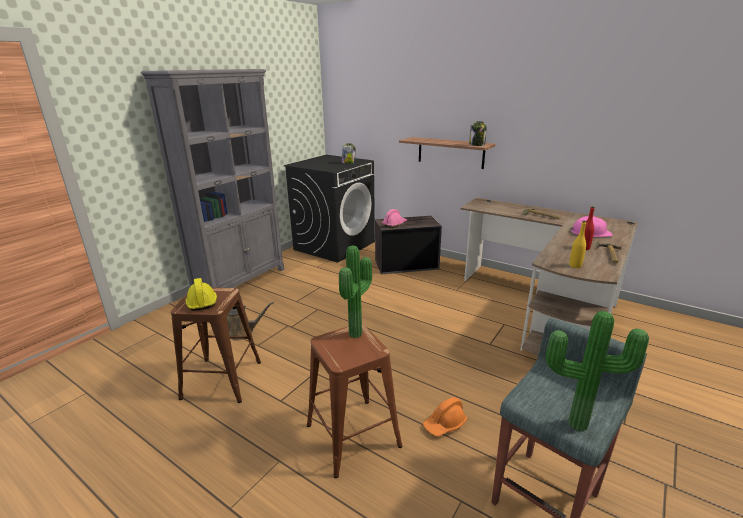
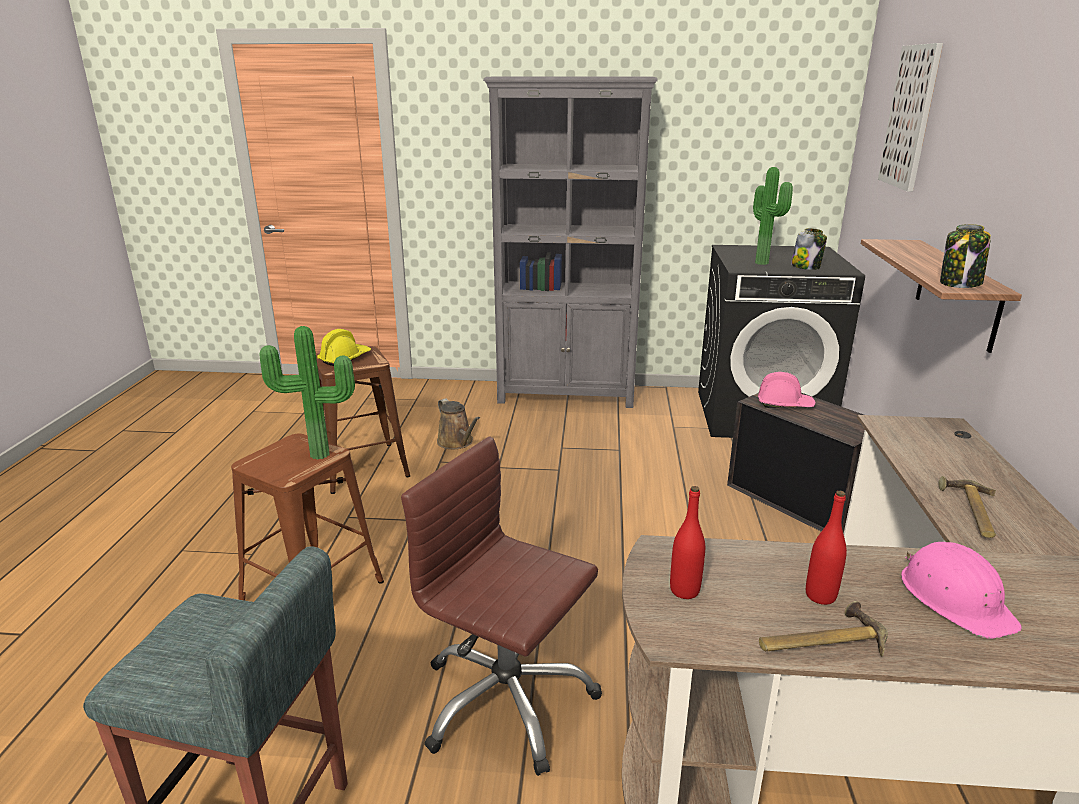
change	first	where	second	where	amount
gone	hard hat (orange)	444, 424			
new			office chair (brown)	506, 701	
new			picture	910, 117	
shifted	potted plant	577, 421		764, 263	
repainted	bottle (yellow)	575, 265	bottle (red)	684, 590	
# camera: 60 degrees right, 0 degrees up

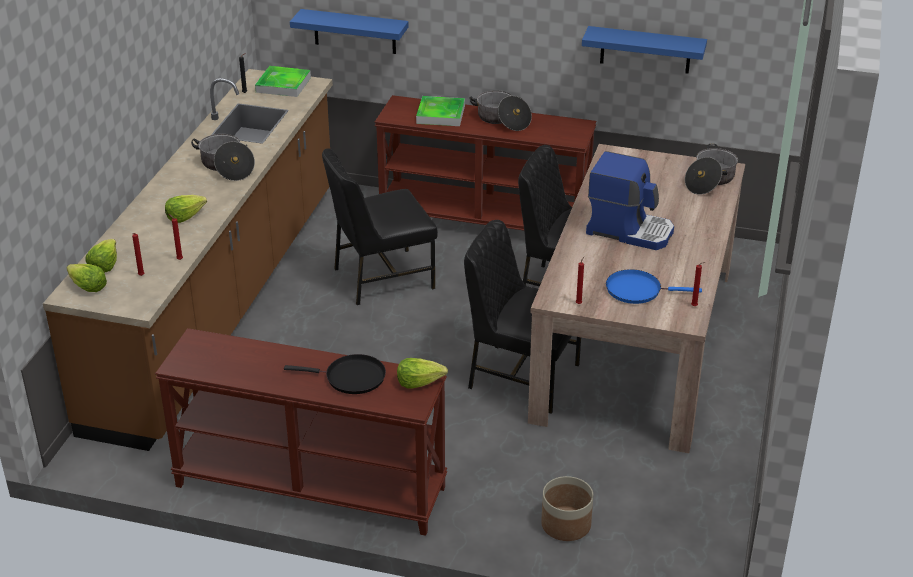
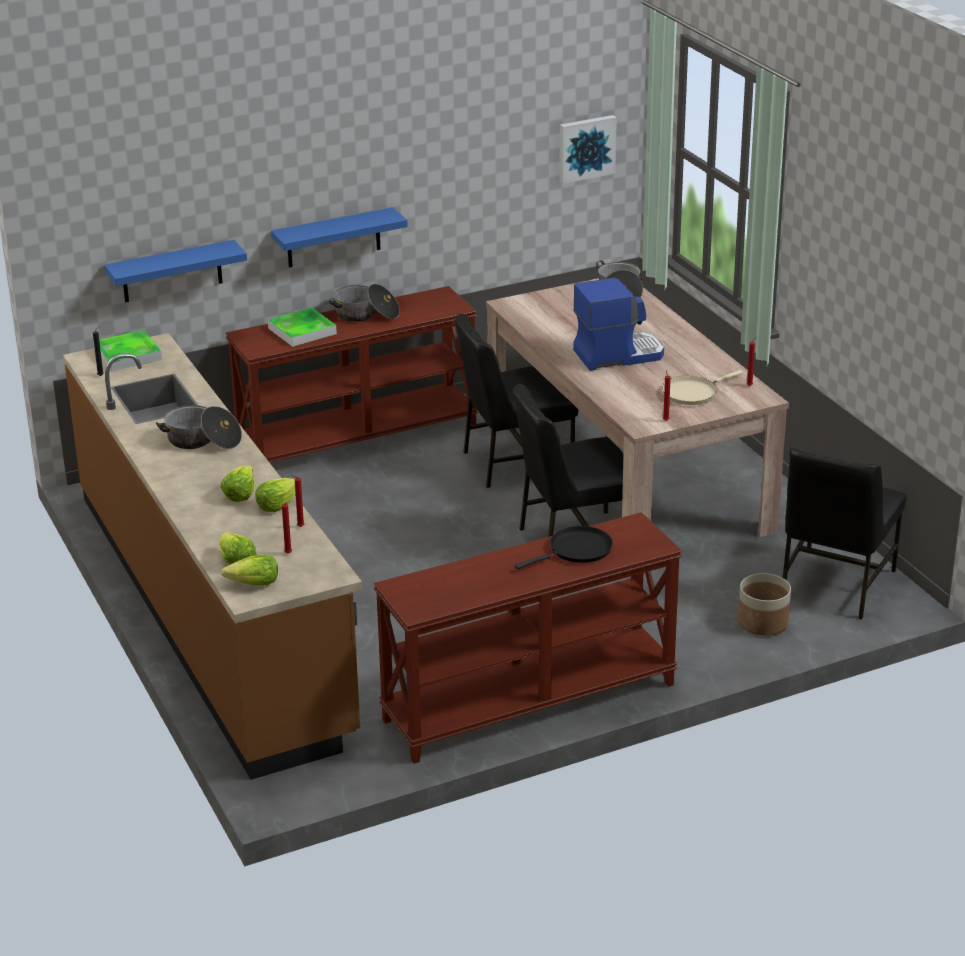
change	first	where	second	where	amount
new			picture	586, 148	
shifted	chair (black)	381, 278		835, 585	
shifted	lettuce	419, 382		277, 505	
shifted	shelf (blue)	645, 50		333, 238	
repainted	frying pan (blue)	637, 290	frying pan (beige)	692, 393	
# camera: 40 degrees left, 5 degrees down

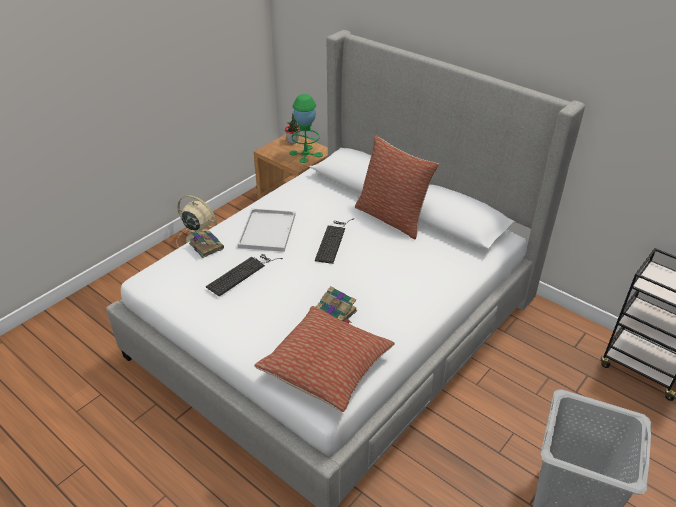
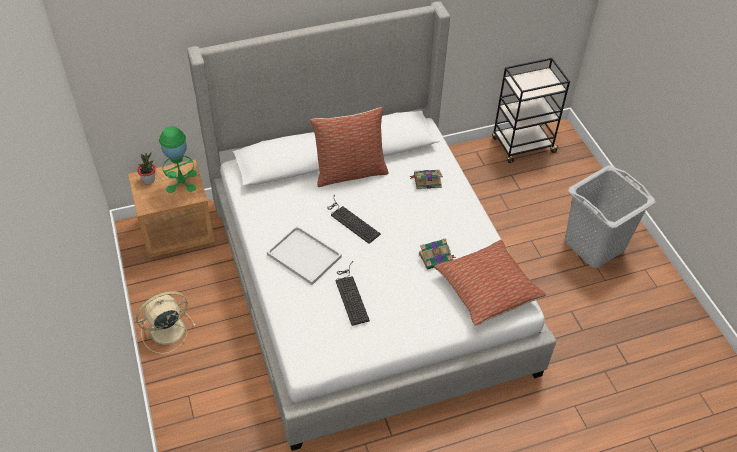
change	first	where	second	where	amount
shifted	book	206, 245		426, 181	
# camera: 60 degrees left, 10 degrees up

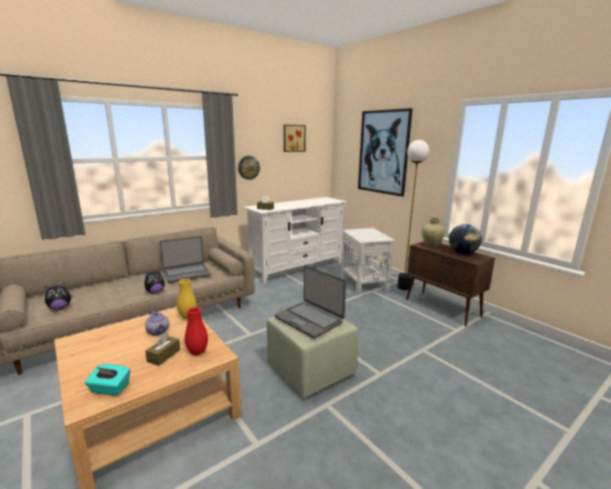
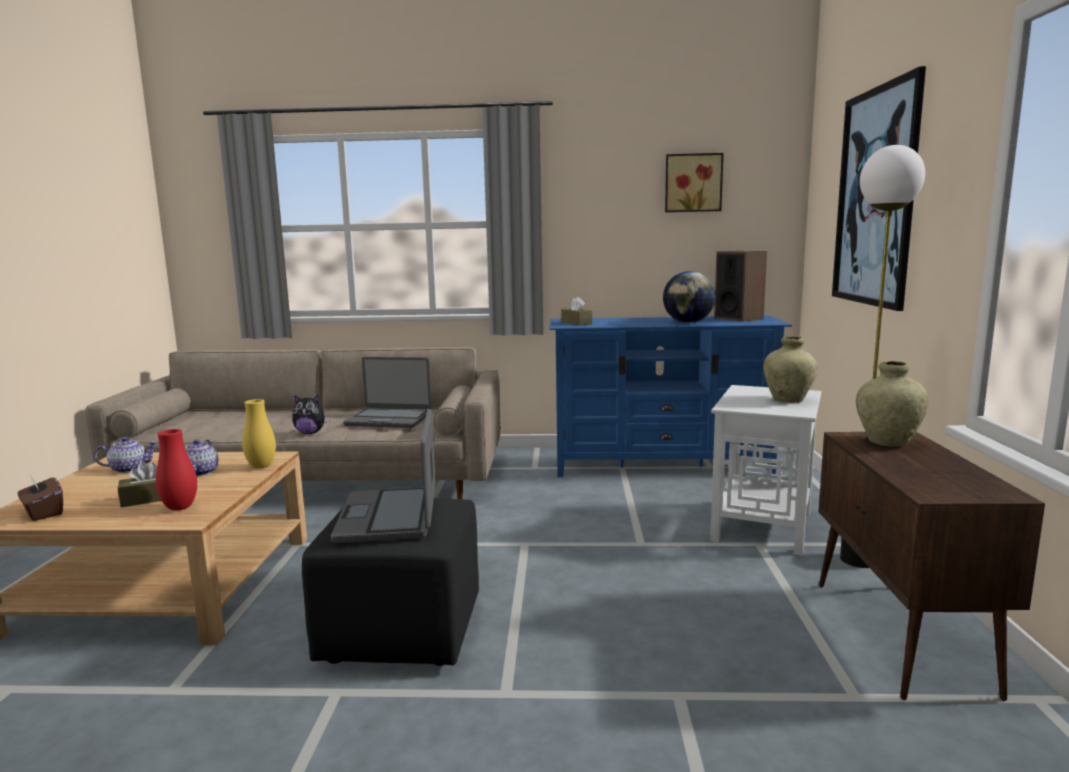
change	first	where	second	where	amount
gone	plush toy	60, 308			
gone	wall clock	248, 167			
new			teapot	128, 469	
new			speaker	738, 318	
new			vase (beige)	788, 400	
shifted	globe	462, 253		688, 322	
repainted	tissue box (turquoise)	110, 389	tissue box (brown)	43, 513	
repainted	tv stand (white)	297, 268	tv stand (blue)	662, 466	
repainted	ottoman (green)	311, 371	ottoman (black)	402, 632	
# camera: 40 degrees right, 5 degrees down

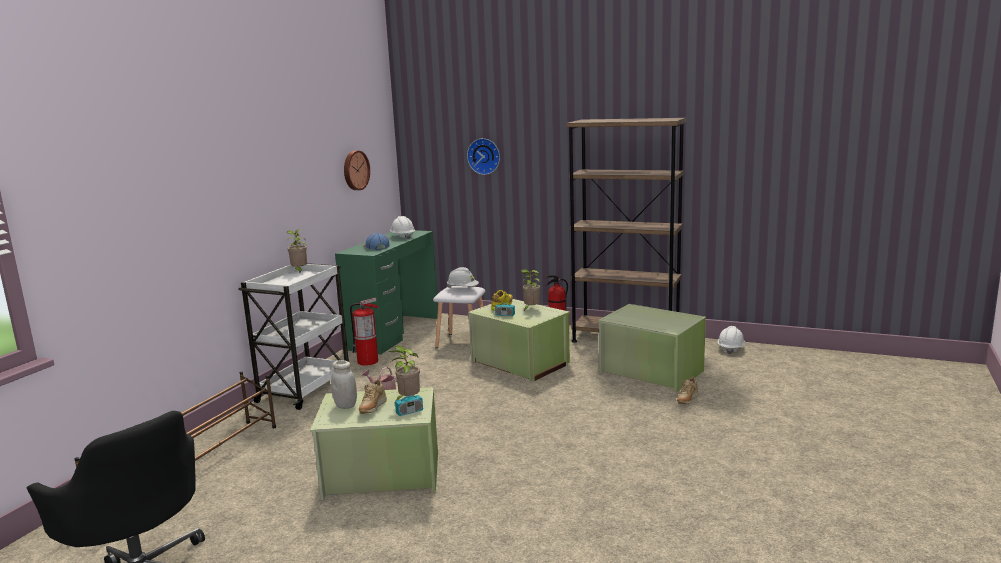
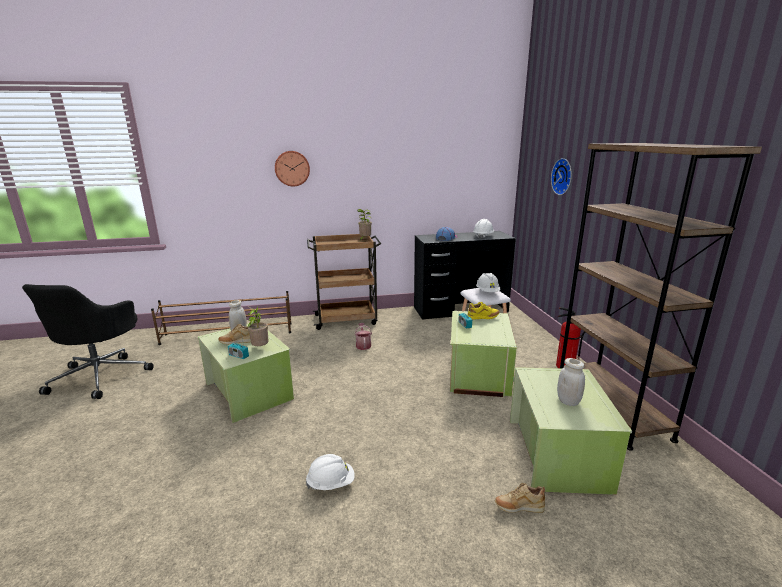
change	first	where	second	where	amount
gone	fire extinguisher	368, 361			
gone	potted plant	530, 309			
new			jar (white)	568, 401	
shifted	wall clock	355, 170		292, 168	
shifted	hard hat (white)	730, 349		331, 483	
repainted	cart (white)	305, 388	cart (brown)	347, 319	
repainted	desk (green)	393, 333	desk (black)	460, 309	
# camera: 55 degrees right, 5 degrees up

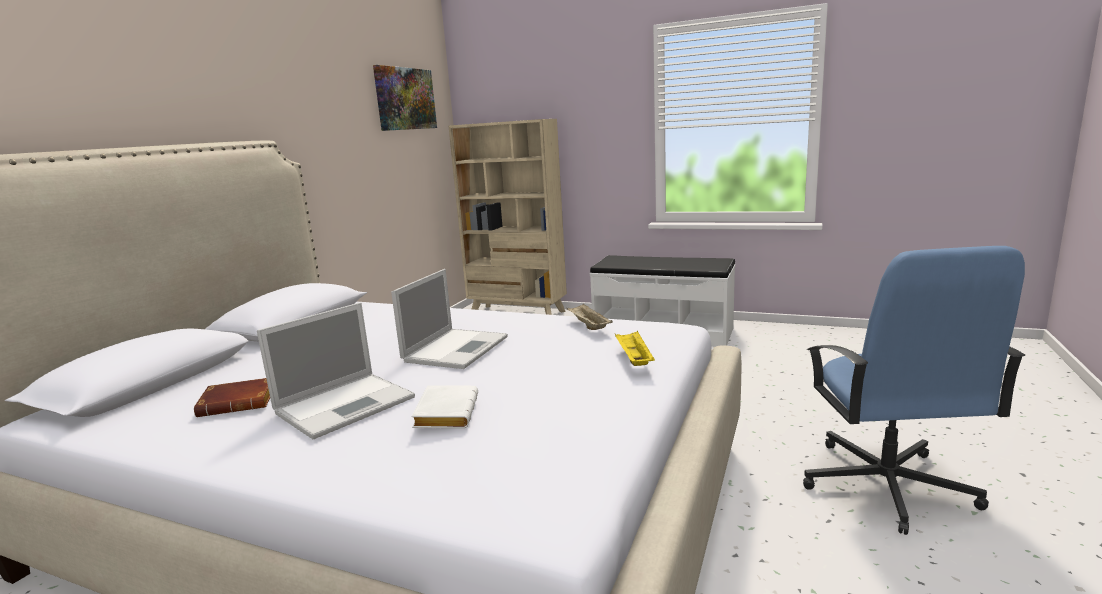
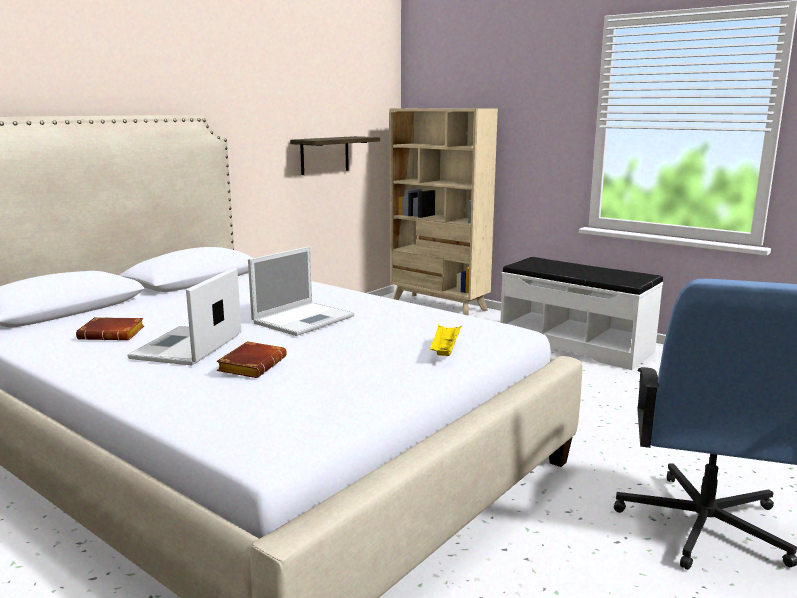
change	first	where	second	where	amount
gone	picture	405, 99			
gone	tray (beige)	588, 326			
new			shelf	324, 155	
repainted	book (white)	445, 413	book (brown)	251, 365	
rotated	laptop	347, 404		187, 347	135 degrees clockwise
# camera: 15 degrees right, 0 degrees up

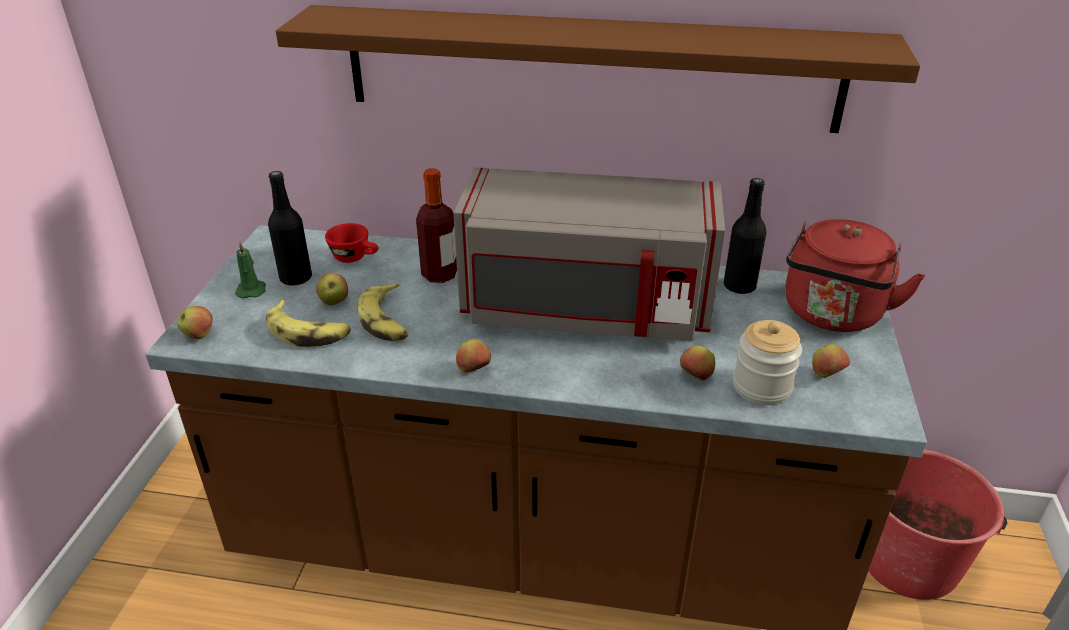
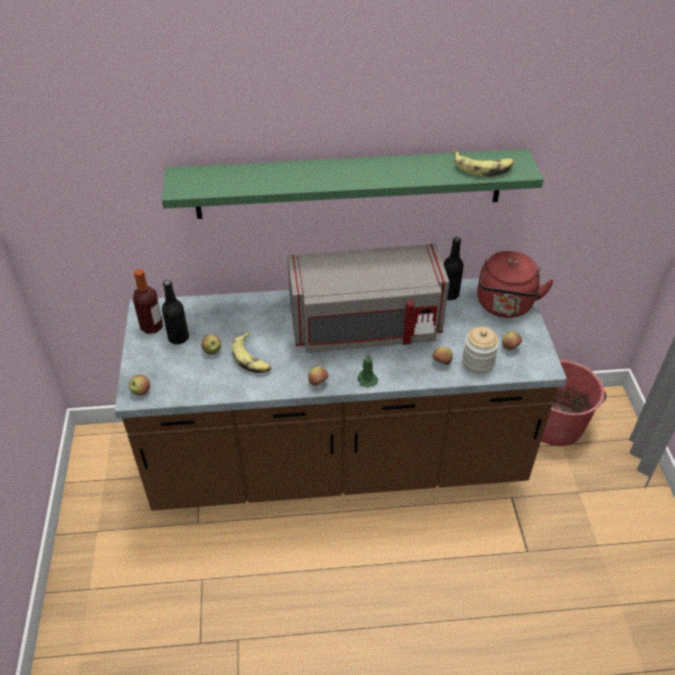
change	first	where	second	where	amount
gone	cup (red)	355, 257			
shifted	candle (green)	251, 290		366, 379	
shifted	banana	308, 332		483, 168	
shifted	bottle	439, 275		152, 327	
repainted	shelf (brown)	589, 68	shelf (green)	349, 184	
# camera: 15 degrees left, 10 degrees up

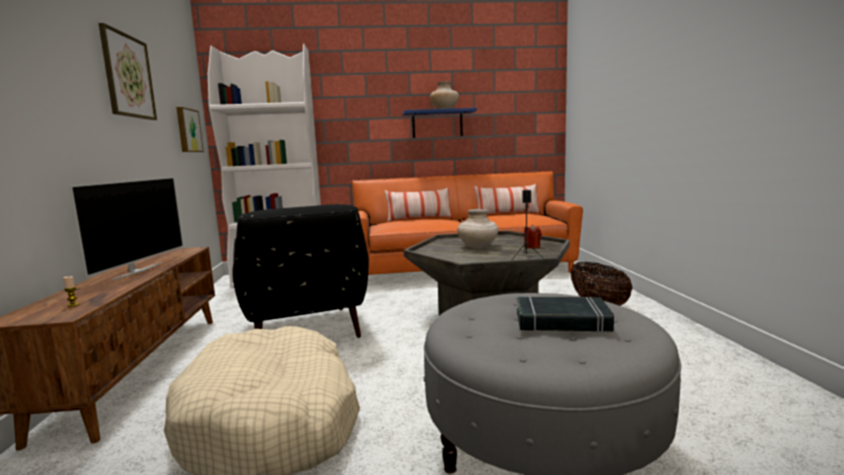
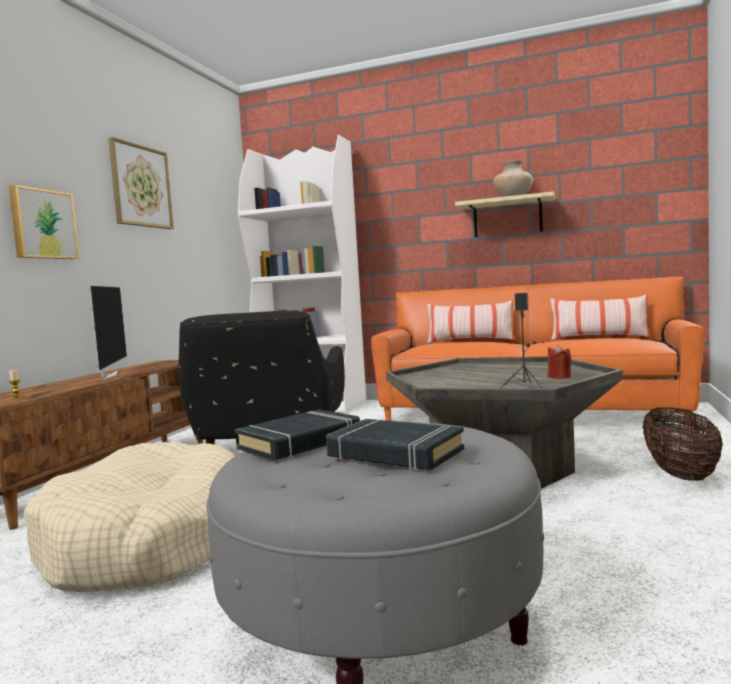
change	first	where	second	where	amount
gone	vase (beige)	478, 247			
new			book (black)	300, 443	
shifted	picture	188, 130		42, 224	
repainted	shelf (blue)	437, 124	shelf (beige)	507, 217	
rotated	television	137, 271		109, 376	45 degrees counterclockwise
# camera: 25 degrees right, 5 degrees down

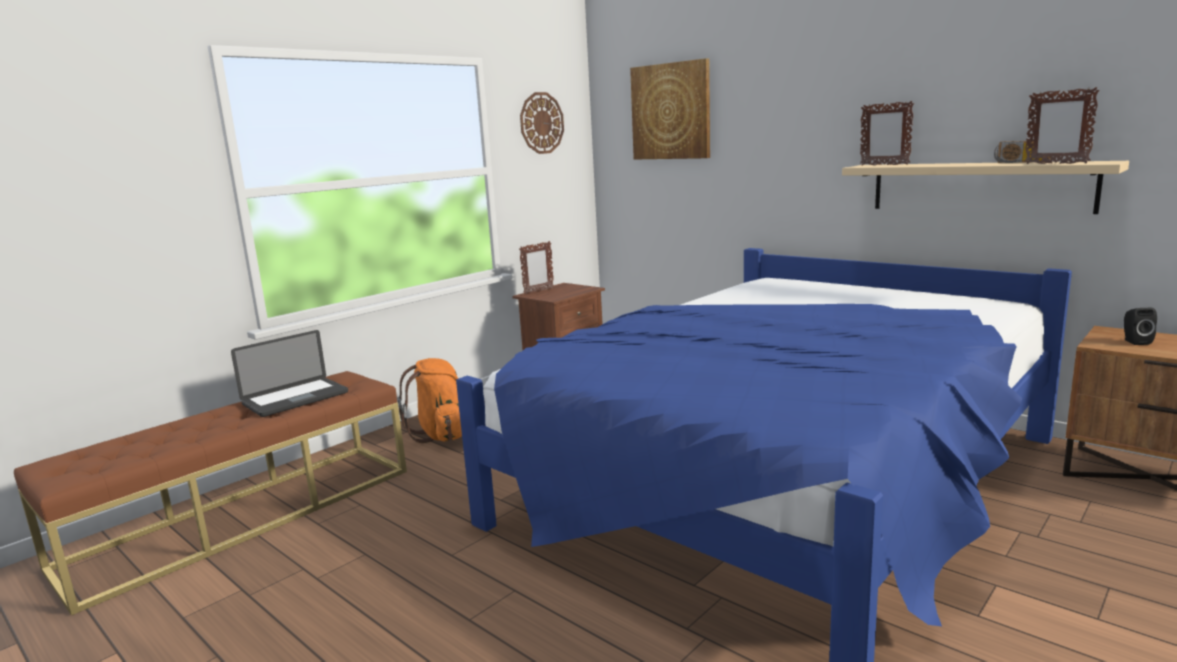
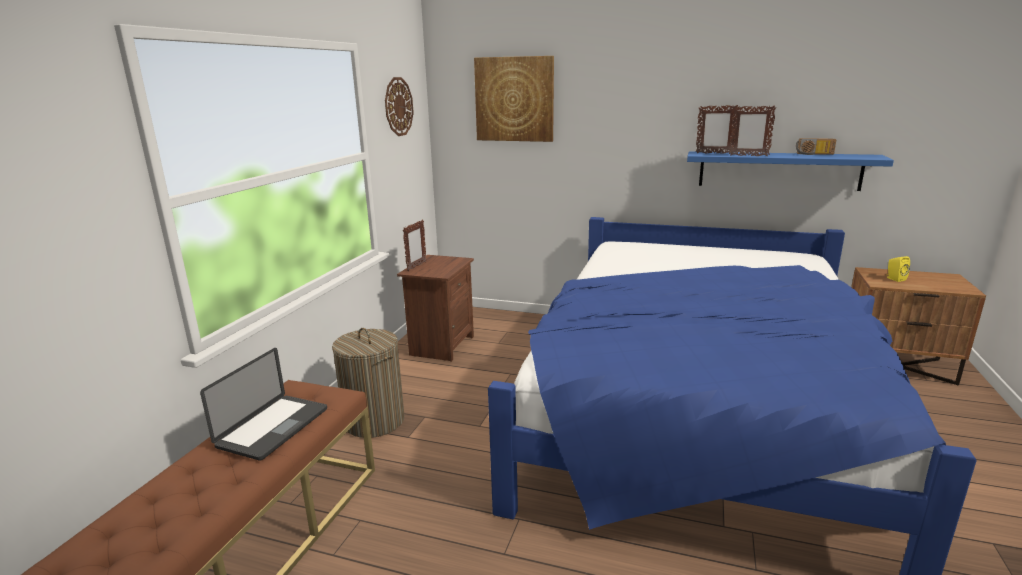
change	first	where	second	where	amount
shifted	picture frame	1055, 164		748, 156	
swapped	backpack (orange)	442, 435	laundry basket	374, 421	
repainted	shelf (beige)	978, 187	shelf (blue)	778, 170	
repainted	speaker (black)	1134, 341	speaker (yellow)	894, 279	
# camera: 25 degrees left, 5 degrees up

